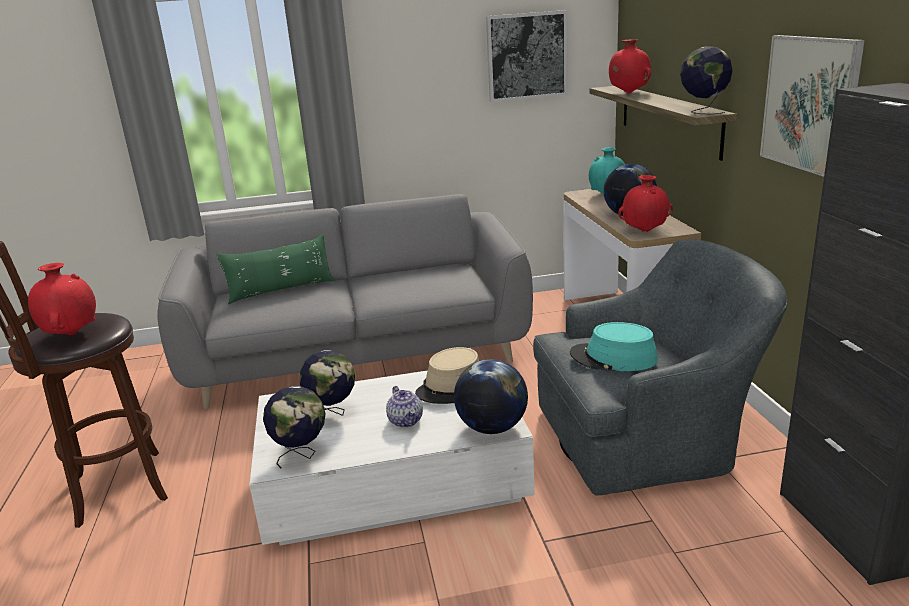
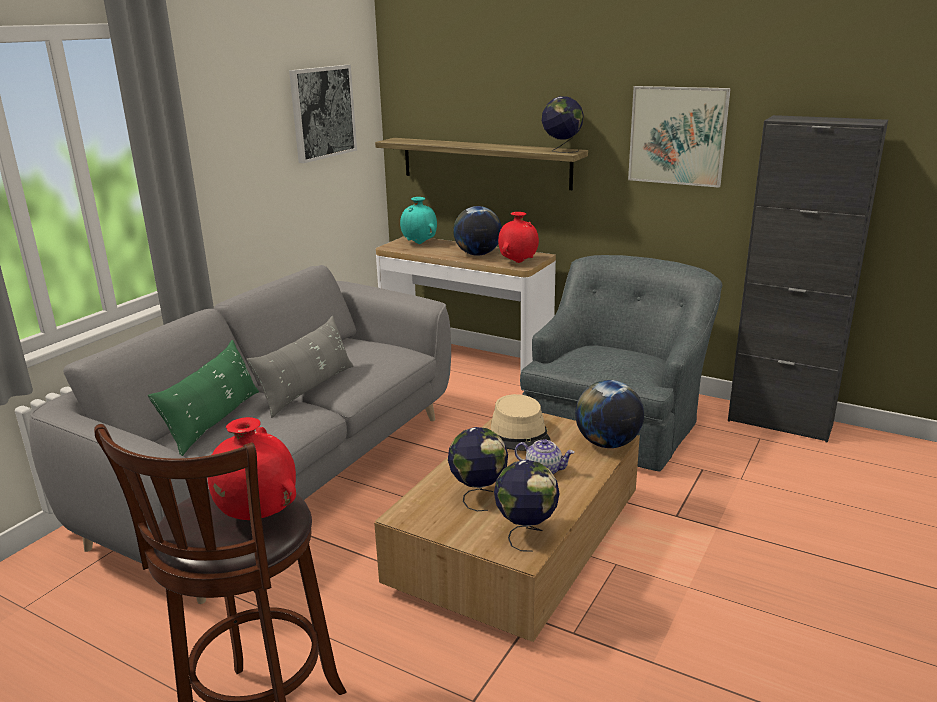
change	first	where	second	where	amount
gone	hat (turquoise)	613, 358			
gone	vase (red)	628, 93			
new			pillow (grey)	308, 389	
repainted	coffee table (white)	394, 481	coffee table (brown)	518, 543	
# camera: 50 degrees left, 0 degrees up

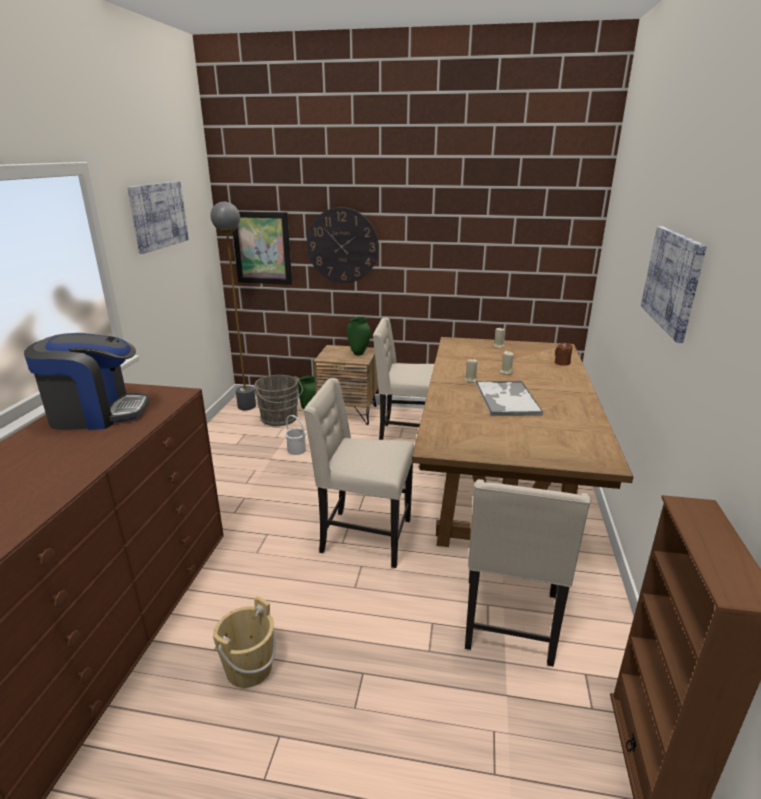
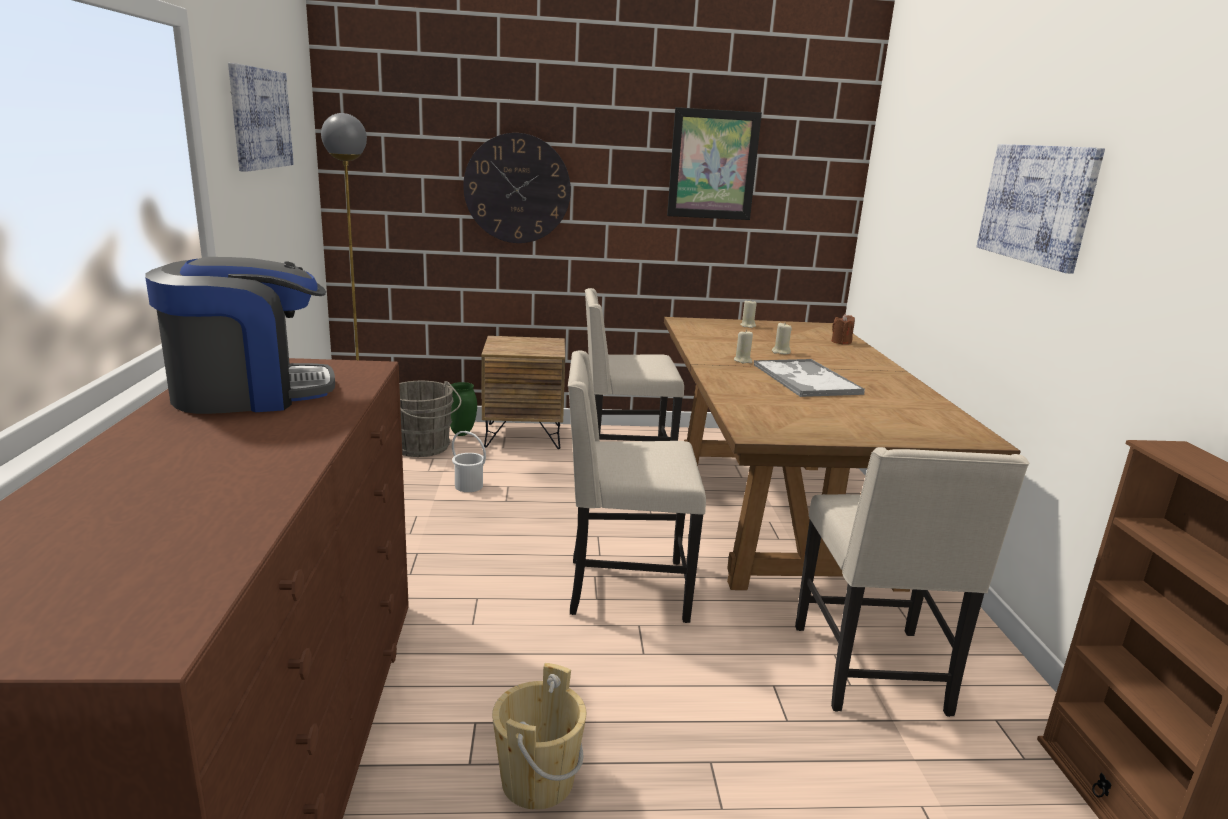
change	first	where	second	where	amount
gone	vase (green)	358, 354			
shifted	picture	262, 248		713, 165	
# camera: 15 degrees left, 5 degrees down

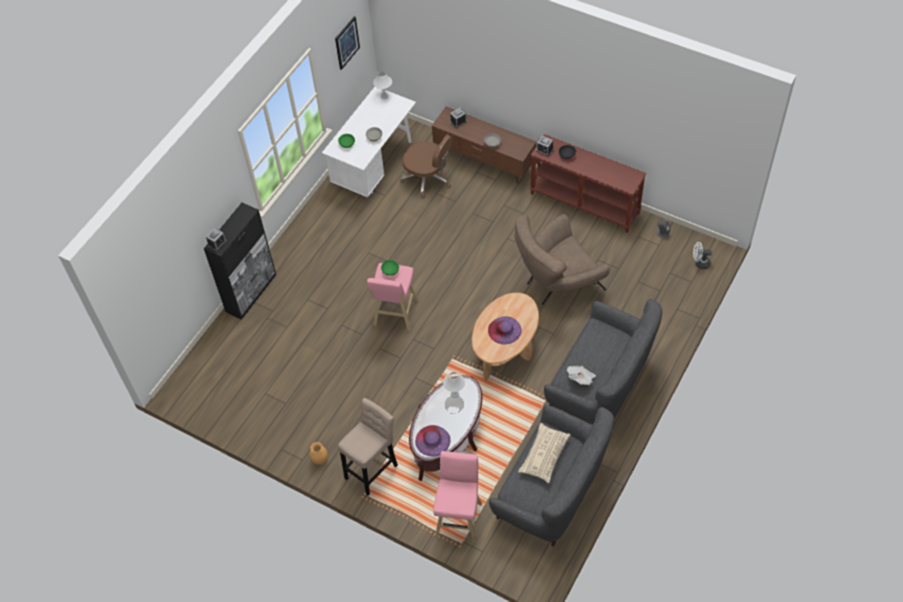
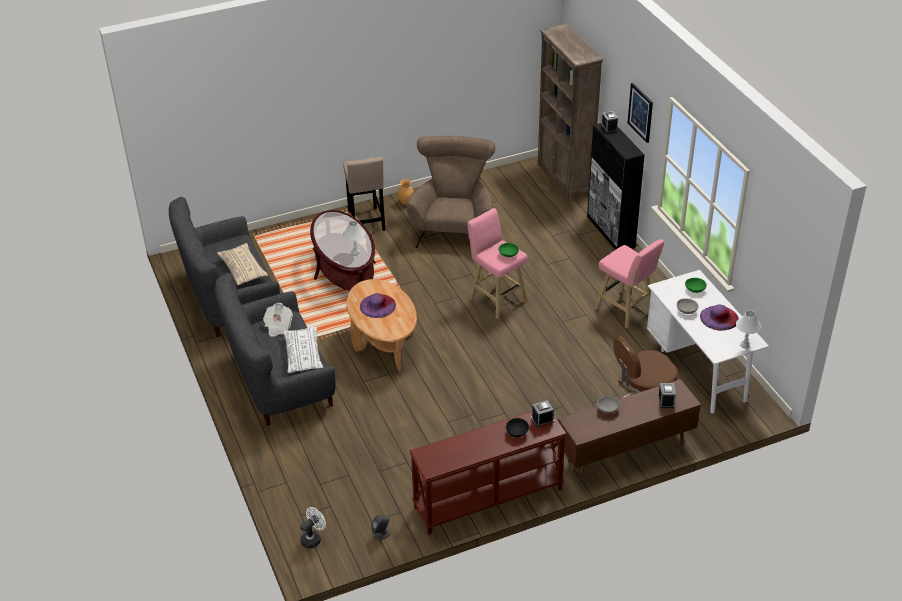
change	first	where	second	where	amount
new			pillow (white)	303, 355	
new			bookcase (brown)	564, 179	
shifted	picture	346, 42		640, 112	
shifted	hat (purple)	432, 440		719, 318	
shifted	stool (pink)	459, 517		626, 311	
shifted	armchair (brown)	557, 283		453, 227	
# camera: 125 degrees right, 15 degrees down

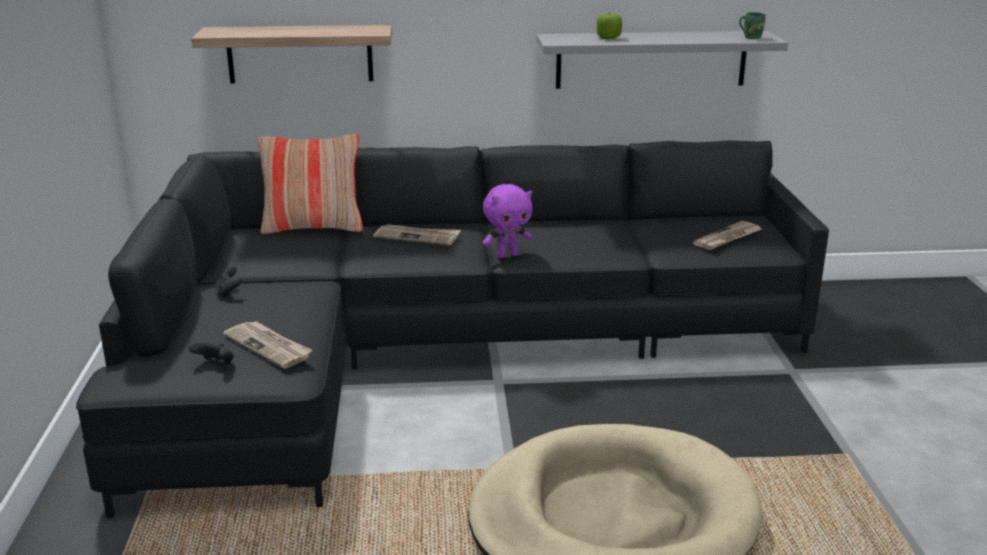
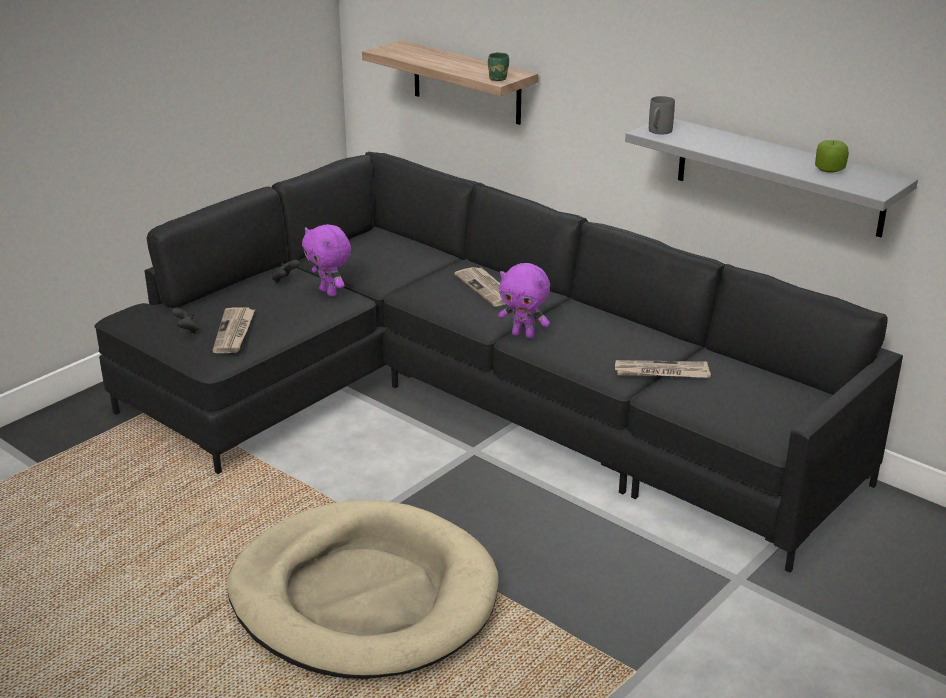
change	first	where	second	where	amount
gone	pillow	313, 227			
new			plush toy (purple)	329, 292	
new			mug (grey)	658, 132	
shifted	apple	608, 37		829, 169	
shifted	newspaper	728, 238		661, 372	
shifted	mug (green)	751, 37		498, 78	
# camera: 45 degrees right, 5 degrees up

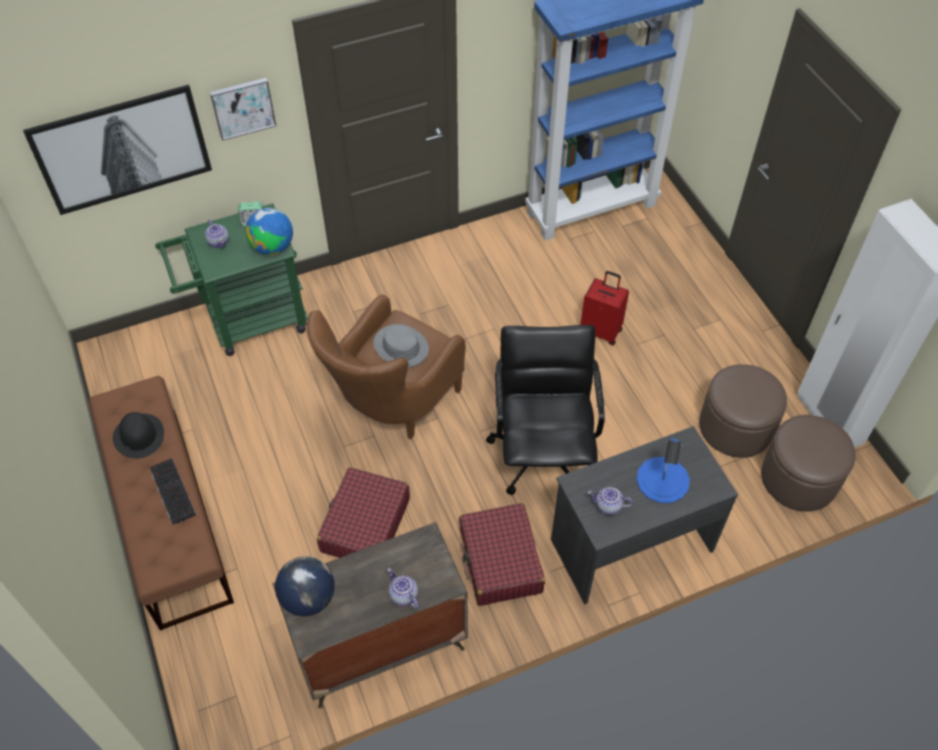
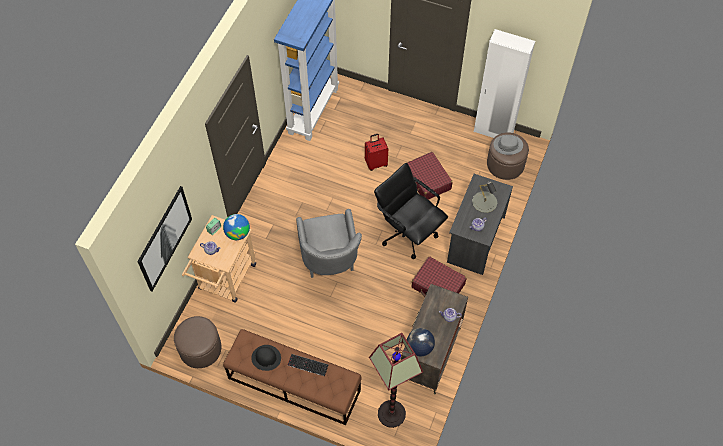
change	first	where	second	where	amount
gone	picture	243, 107			
new			floor lamp	391, 413	
shifted	suitcase (red)	365, 525		427, 180	
shifted	hat (grey)	401, 347		508, 145	
shifted	ottoman (brown)	736, 426		200, 349	
repainted	cart (green)	248, 322	cart (beige)	225, 281	
repainted	armchair (brown)	391, 406	armchair (grey)	330, 264	
repainted	table lamp (blue)	663, 480	table lamp (grey)	484, 202	
# camera: 45 degrees left, 5 degrees up

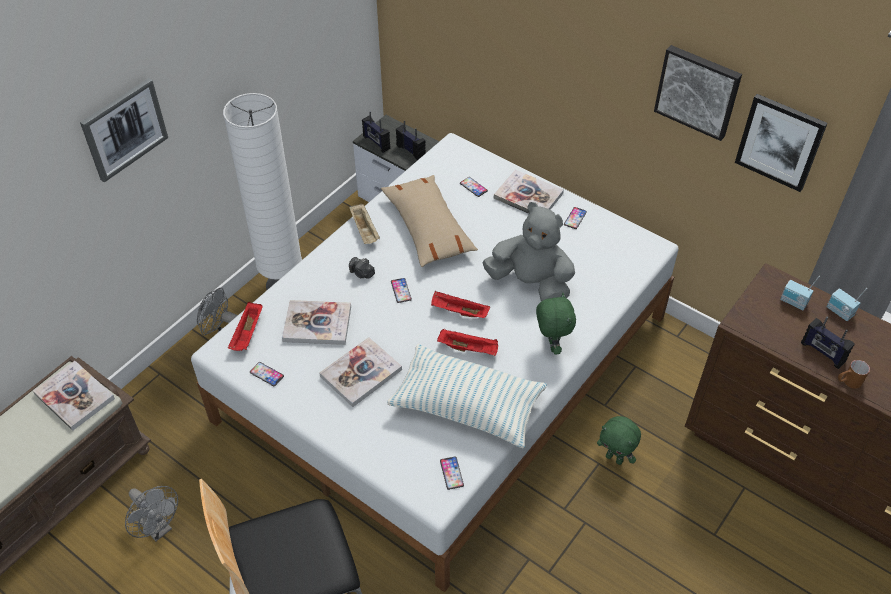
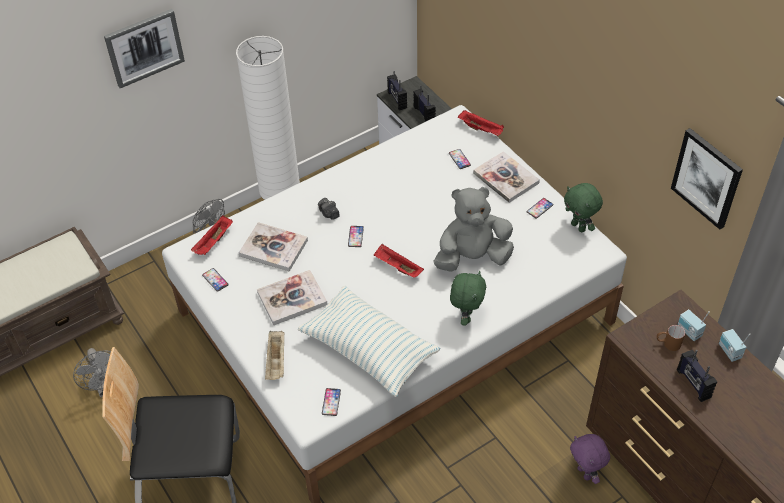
change	first	where	second	where	amount
gone	book	74, 396			
gone	pillow (beige)	428, 228			
gone	picture	698, 91			
new			plush toy (purple)	585, 473	
shifted	tray (beige)	365, 231		276, 361	
shifted	tray (red)	469, 348		481, 129	
shifted	plush toy (green)	615, 458		579, 227	
shifted	mug (brown)	848, 382		667, 344	
rotated	plush toy (grey)	530, 283		472, 257	60 degrees counterclockwise
# camera: 20 degrees right, 0 degrees up

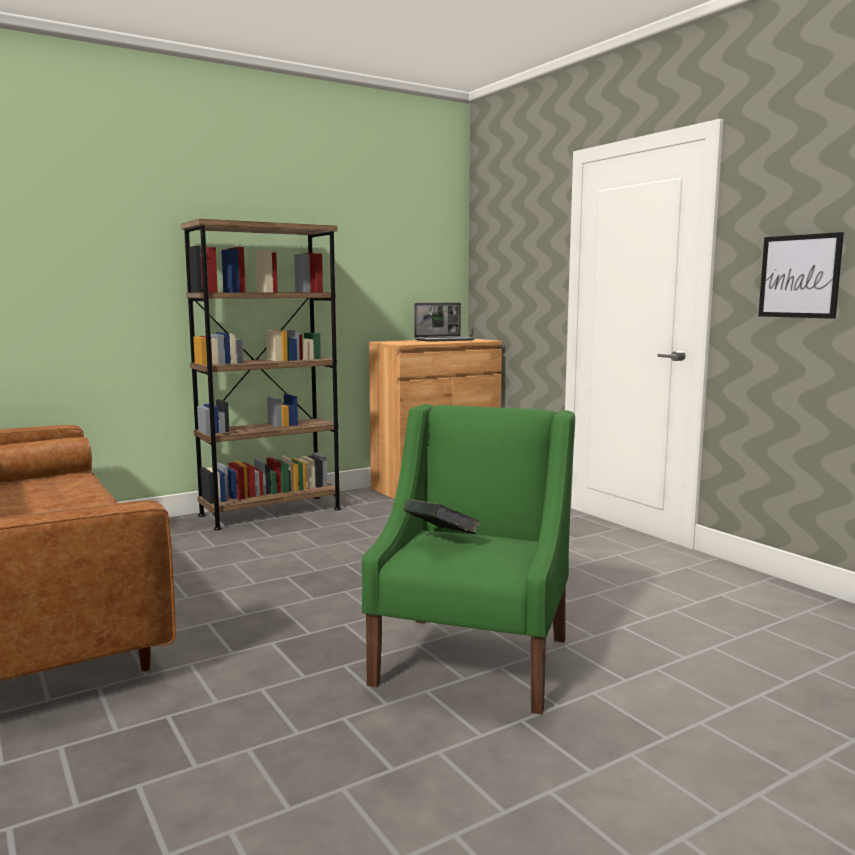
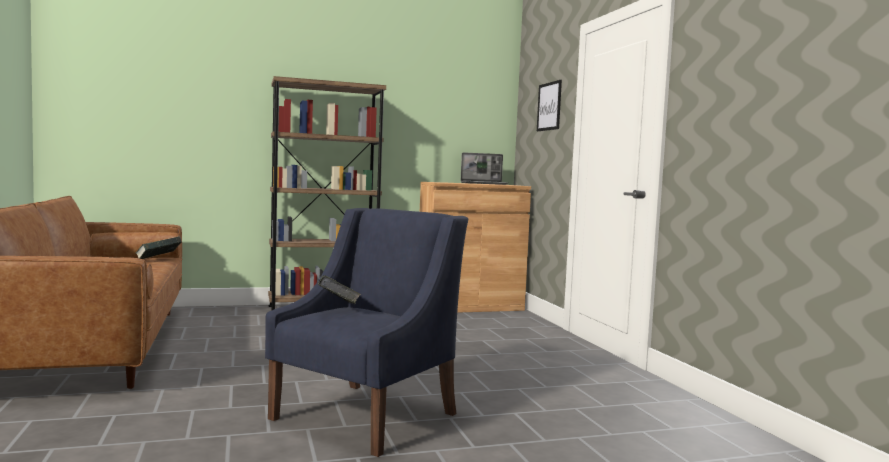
change	first	where	second	where	amount
new			book	158, 260	
shifted	picture	799, 276		549, 106	
repainted	armchair (green)	474, 659	armchair (blue)	366, 415	
# camera: 15 degrees right, 5 degrees down

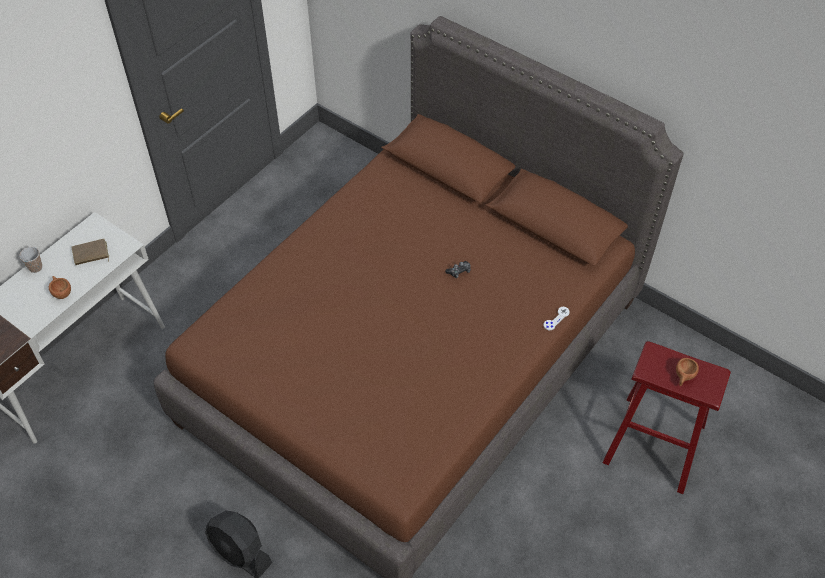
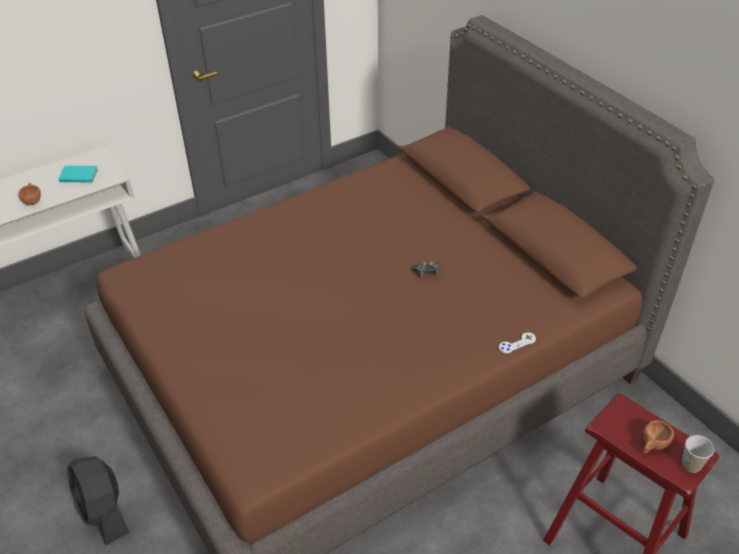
change	first	where	second	where	amount
shifted	cup	35, 268		691, 465	
repainted	book (brown)	91, 254	book (turquoise)	78, 177	
# camera: 20 degrees right, 10 degrees down

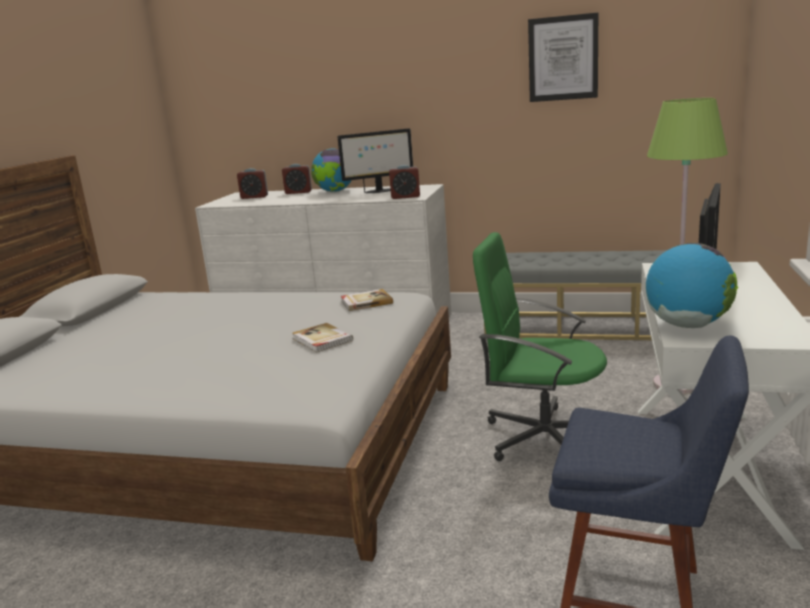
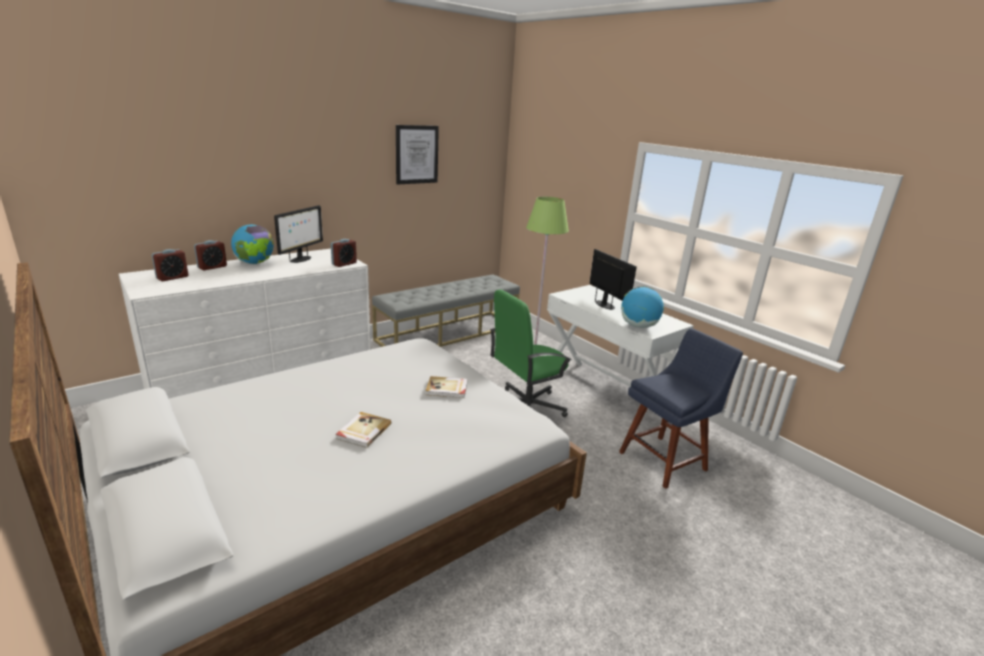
change	first	where	second	where	amount
shifted	book	366, 302		363, 431	
# camera: 55 degrees left, 5 degrees up

